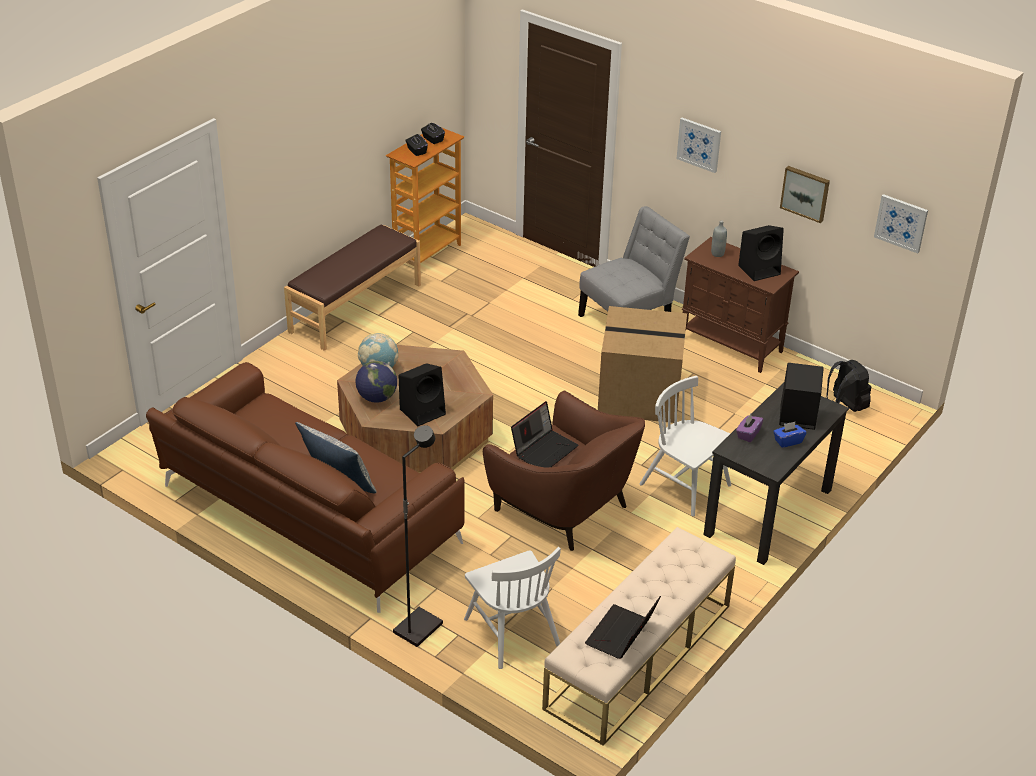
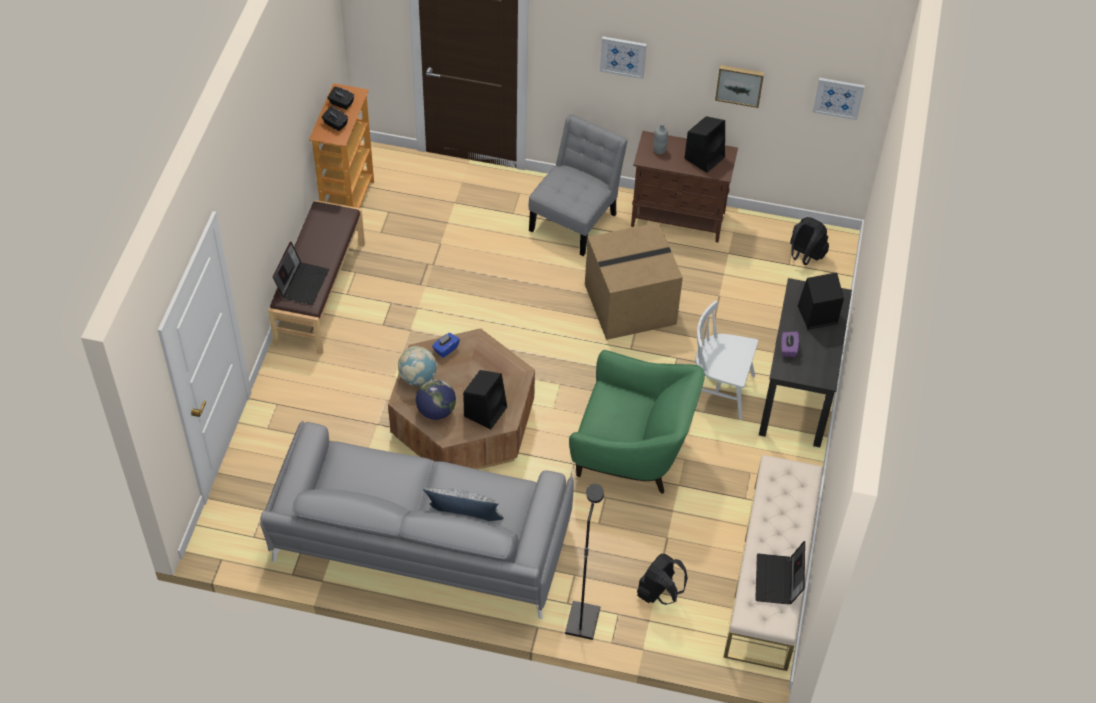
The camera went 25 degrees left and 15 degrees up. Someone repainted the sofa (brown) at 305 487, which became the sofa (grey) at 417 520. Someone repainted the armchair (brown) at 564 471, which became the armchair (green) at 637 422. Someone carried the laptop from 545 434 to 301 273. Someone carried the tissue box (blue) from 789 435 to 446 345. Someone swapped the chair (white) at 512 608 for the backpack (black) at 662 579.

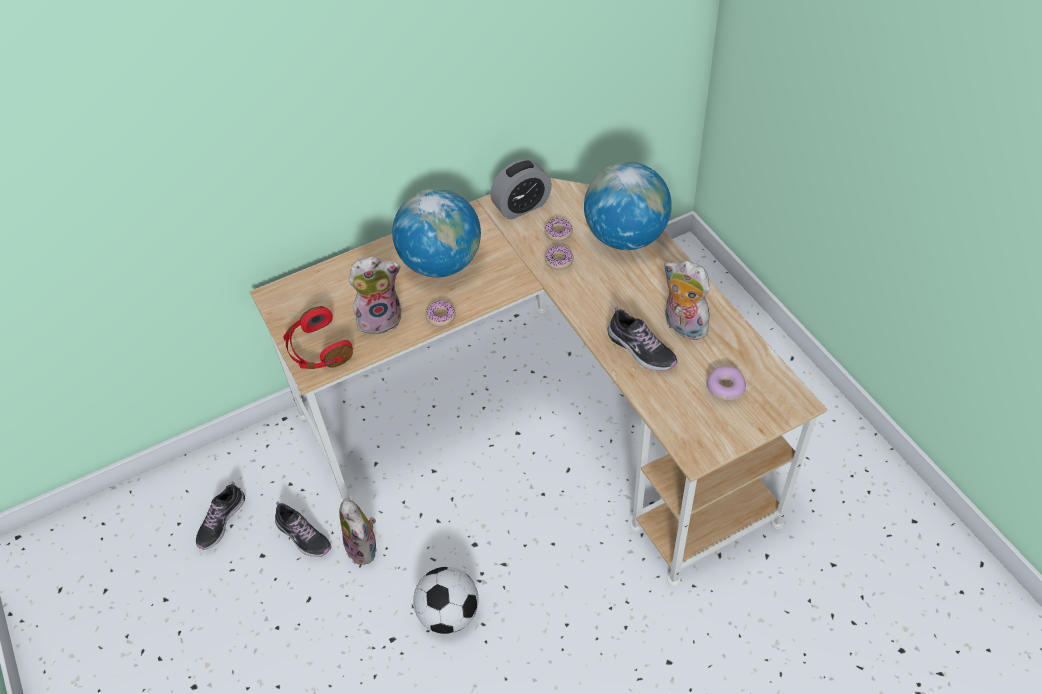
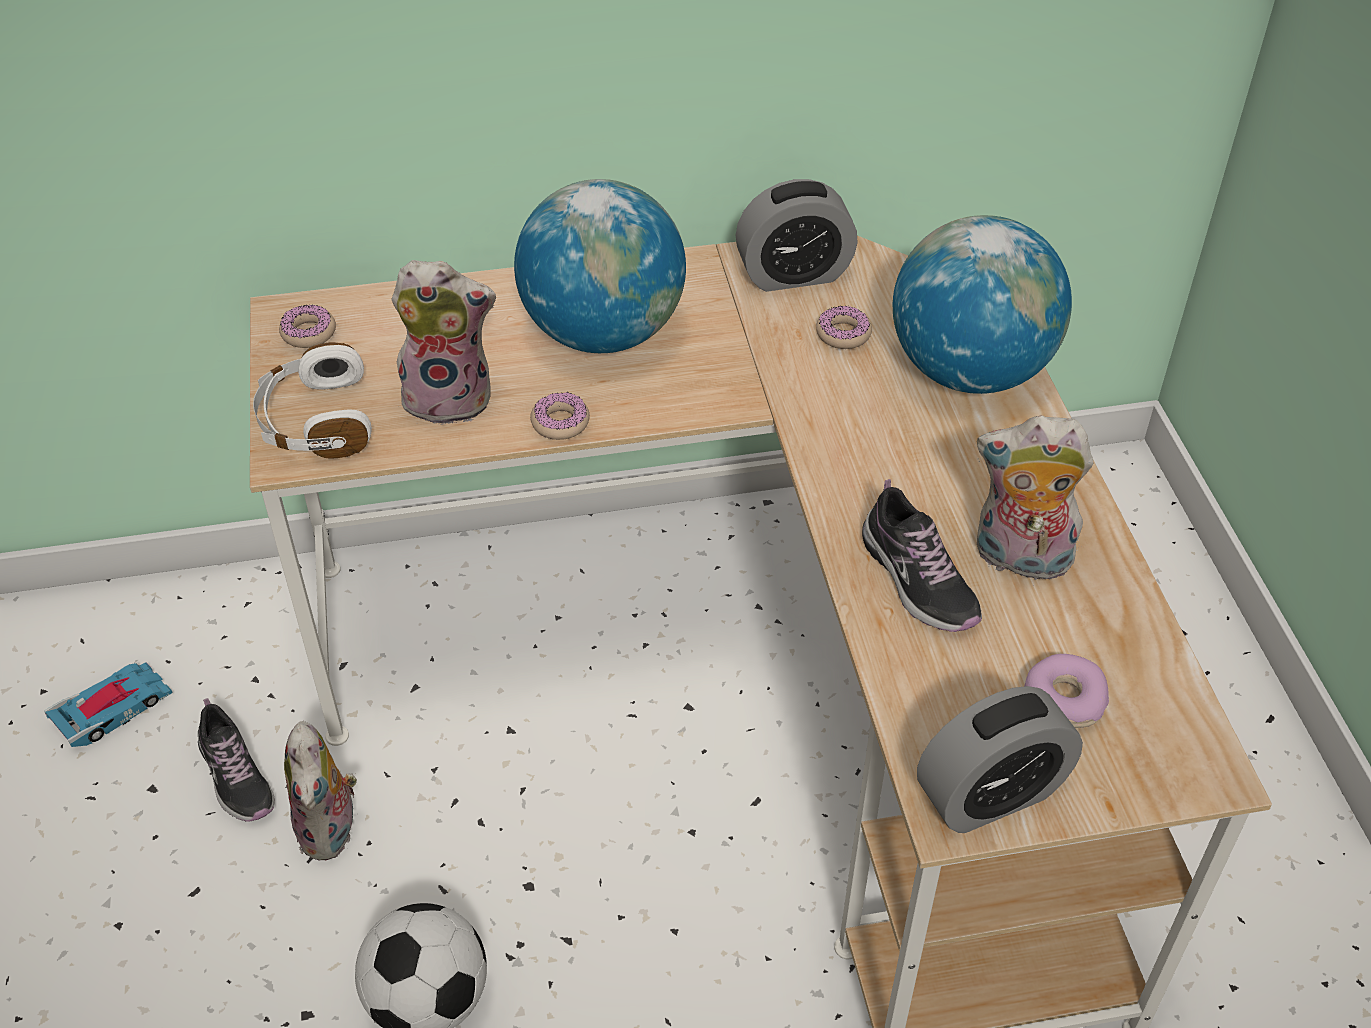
The camera went 15 degrees right and 5 degrees down. Someone carried the donut from 559 258 to 307 326. Someone rotated the plush toy at 687 300 by 45 degrees counterclockwise. Someone repainted the headphones (red) at 318 337, which became the headphones (white) at 312 400. Someone swapped the shoe at 220 516 for the toy car at 108 705. Someone put down the alarm clock at 1000 759.

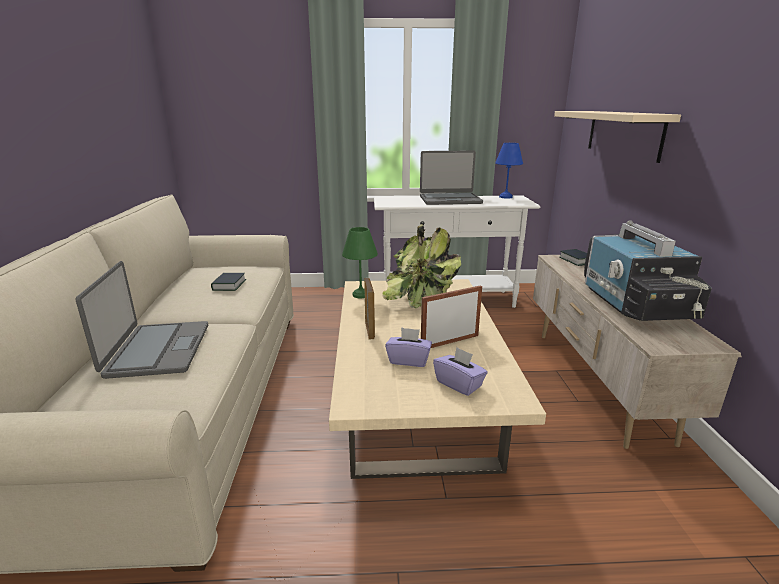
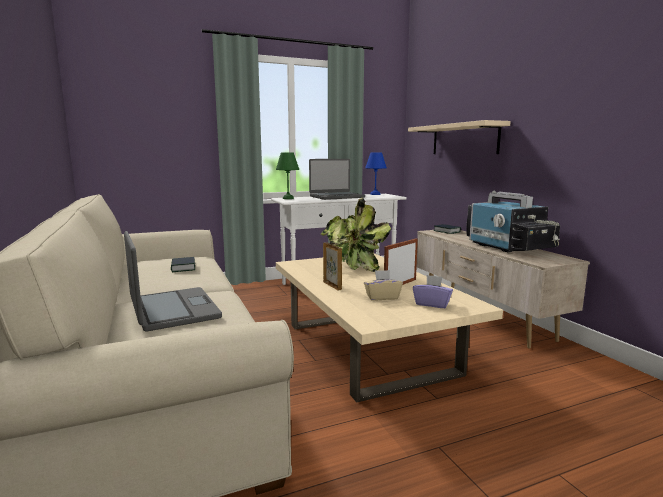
The camera went 20 degrees left and 10 degrees down. Someone carried the table lamp (green) from 360 262 to 287 175. Someone repainted the tissue box (purple) at 408 347, which became the tissue box (beige) at 383 285.

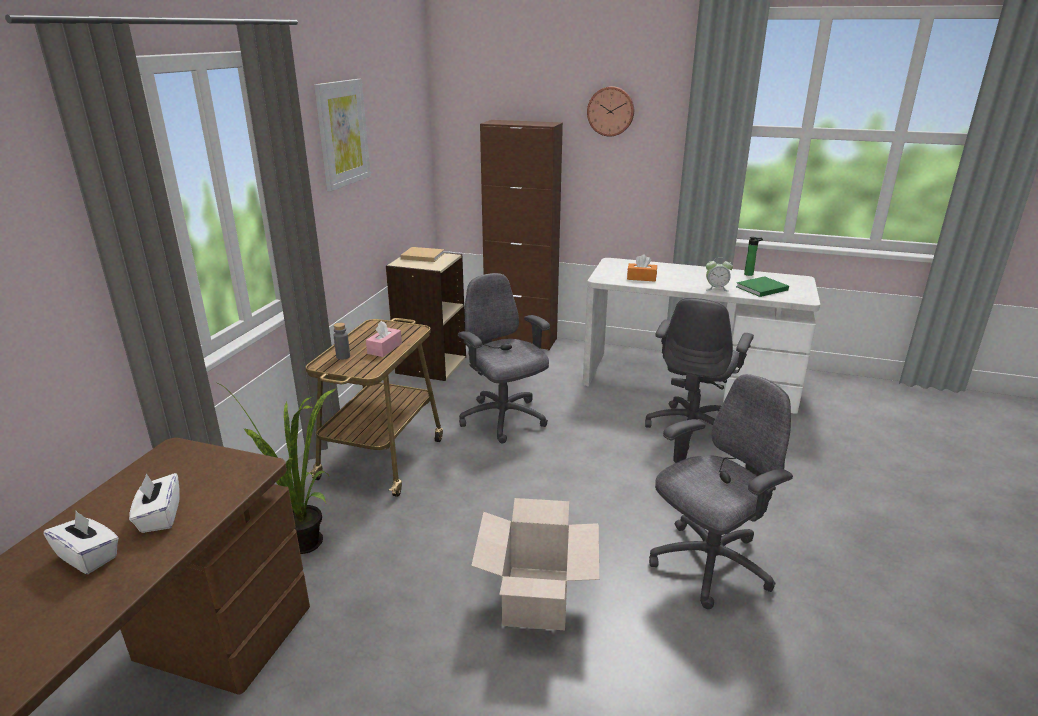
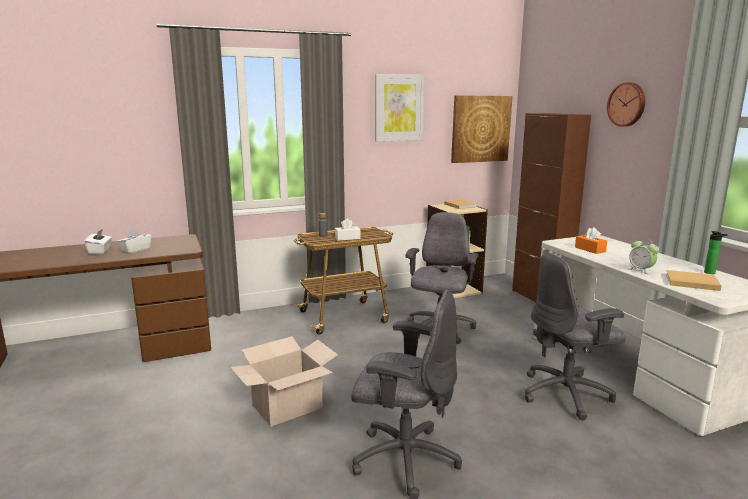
The camera went 50 degrees right and 10 degrees down. Someone repainted the book (green) at 762 286, which became the book (beige) at 693 280. Someone repainted the tissue box (pink) at 384 339, which became the tissue box (white) at 347 230. Someone took away the potted plant at 277 468. Someone put up the picture at 482 129.

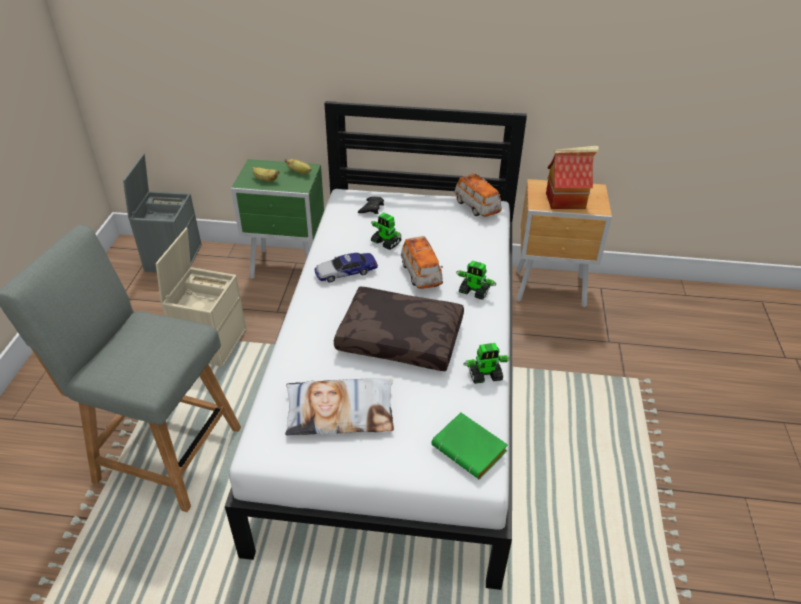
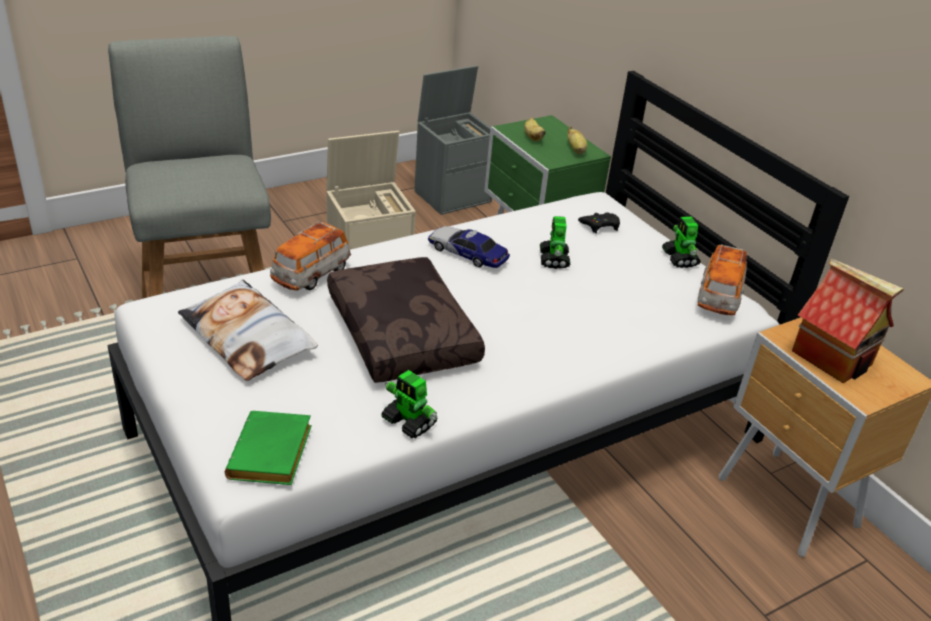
The camera went 50 degrees right and 5 degrees down. Someone carried the toy car from 422 262 to 310 256. Someone carried the toy robot from 476 280 to 681 242.

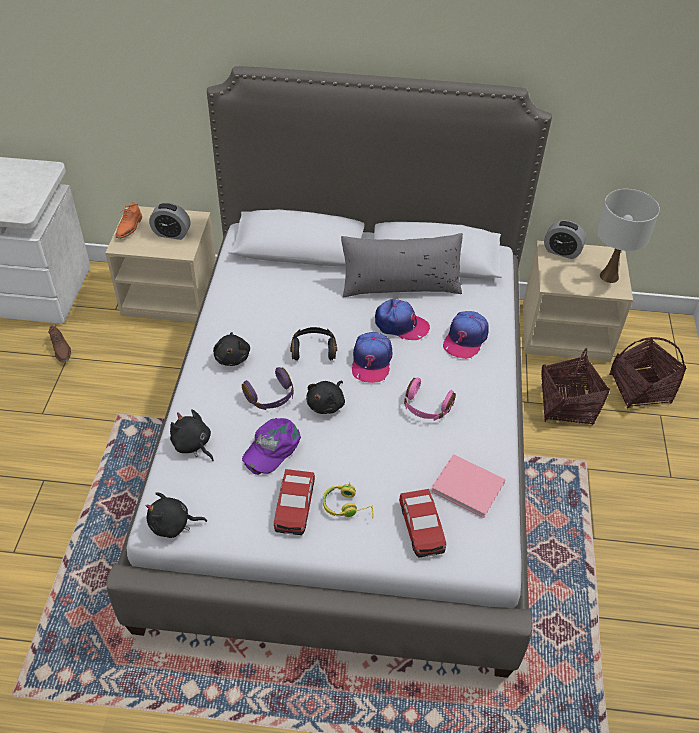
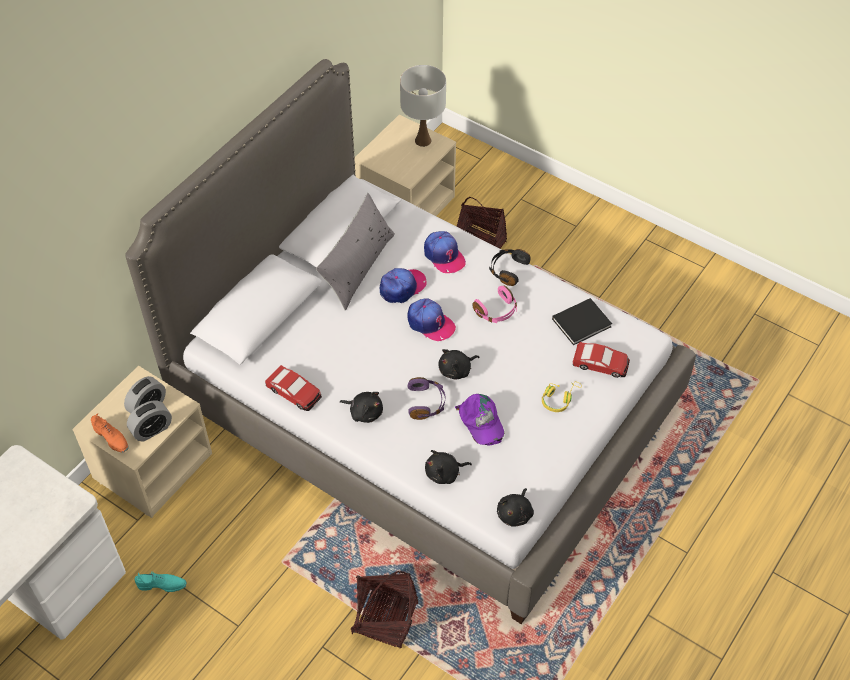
The camera went 60 degrees left and 5 degrees up. Someone carried the alarm clock from 565 239 to 149 421. Someone repainted the shoe (brown) at 59 344, which became the shoe (turquoise) at 160 582. Someone carried the headphones (black) from 313 344 to 509 267. Someone carried the basket from 647 372 to 384 609. Someone rotated the plush toy (black) at 325 397 by 90 degrees clockwise. Someone repainted the book (pink) at 468 486, which became the book (black) at 582 321. Someone carried the toy car from 294 502 to 293 388.

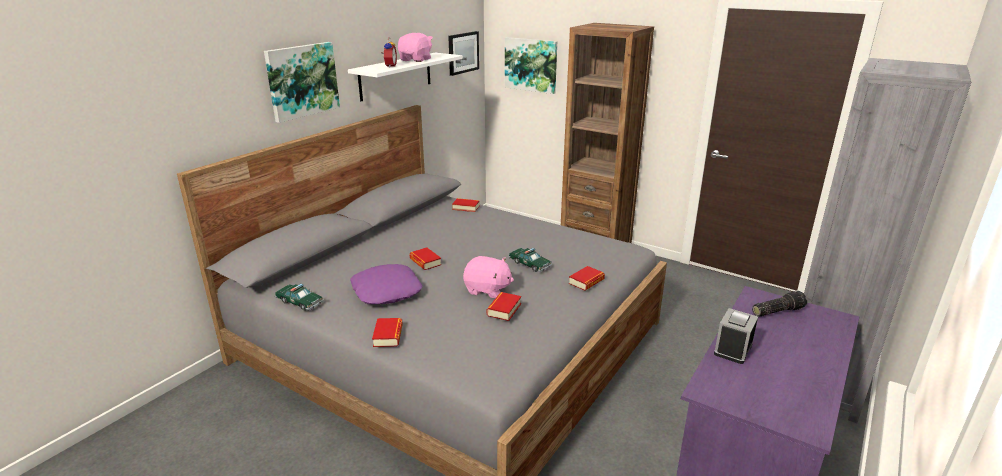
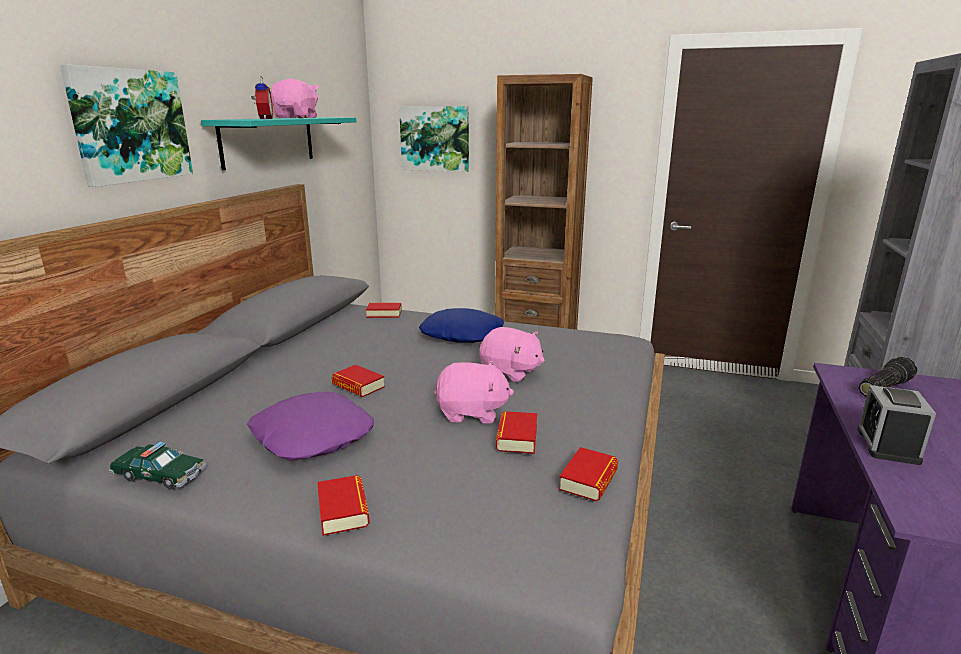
The camera went 15 degrees left and 5 degrees down. Someone took away the picture at 463 53. Someone repainted the shelf (white) at 405 77, which became the shelf (turquoise) at 278 143. Someone swapped the toy car at 530 260 for the plush toy (pink) at 512 354. Someone carried the book from 587 278 to 588 474. Someone put down the pillow (blue) at 461 325.

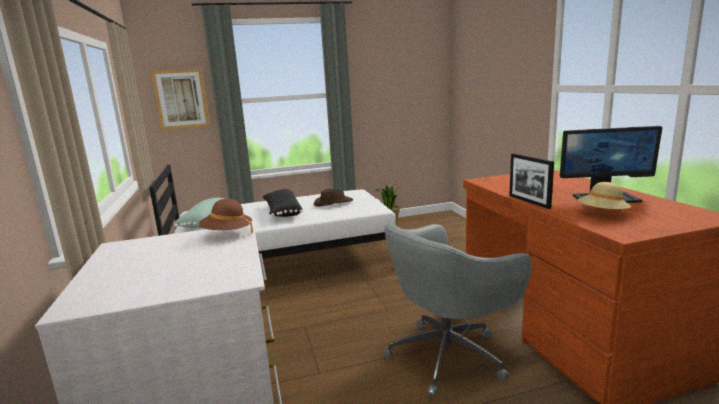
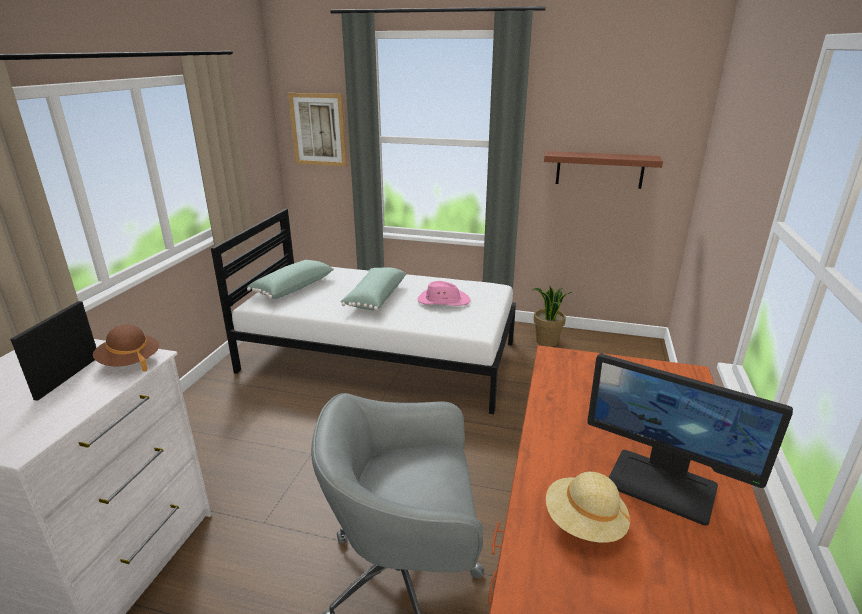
The camera went 30 degrees right and 10 degrees up. Someone carried the picture frame from 531 181 to 53 351. Someone repainted the pillow (black) at 283 203, which became the pillow (green) at 373 288. Someone repainted the hat (brown) at 333 197, which became the hat (pink) at 444 293. Someone put up the shelf (brown) at 603 170.

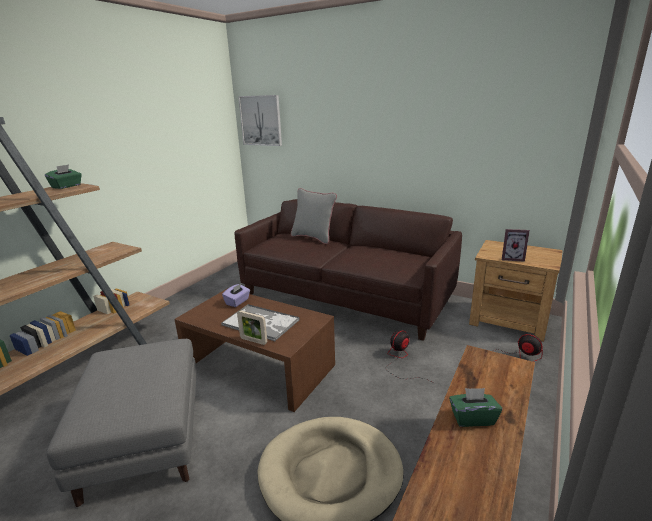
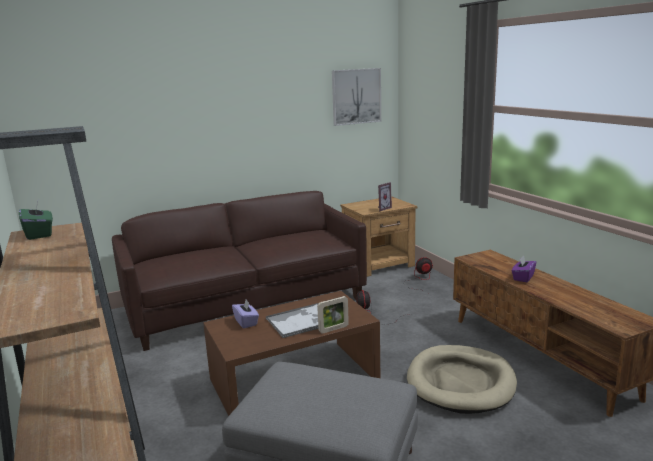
The camera went 55 degrees left and 5 degrees down. Someone carried the picture from 260 120 to 356 97. Someone took away the pillow (grey) at 314 216. Someone repainted the tissue box (green) at 475 407, which became the tissue box (purple) at 524 268.

